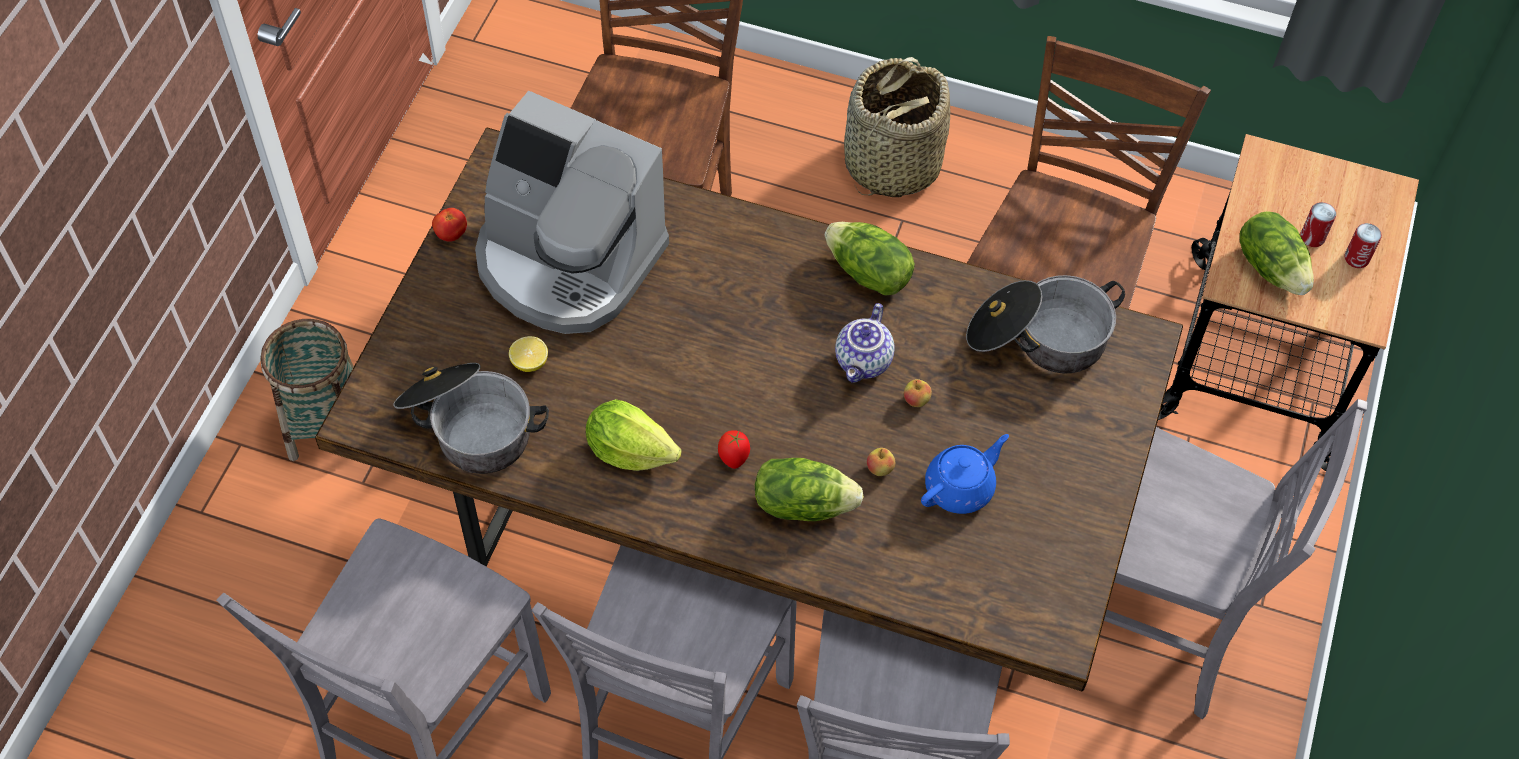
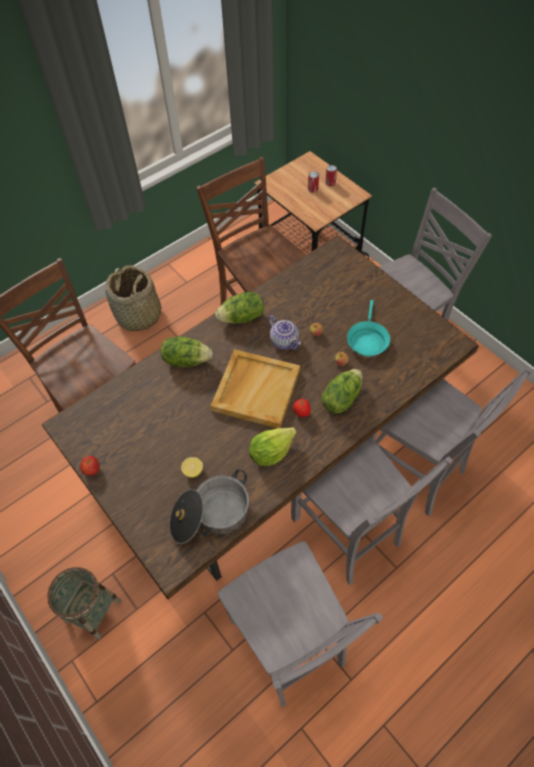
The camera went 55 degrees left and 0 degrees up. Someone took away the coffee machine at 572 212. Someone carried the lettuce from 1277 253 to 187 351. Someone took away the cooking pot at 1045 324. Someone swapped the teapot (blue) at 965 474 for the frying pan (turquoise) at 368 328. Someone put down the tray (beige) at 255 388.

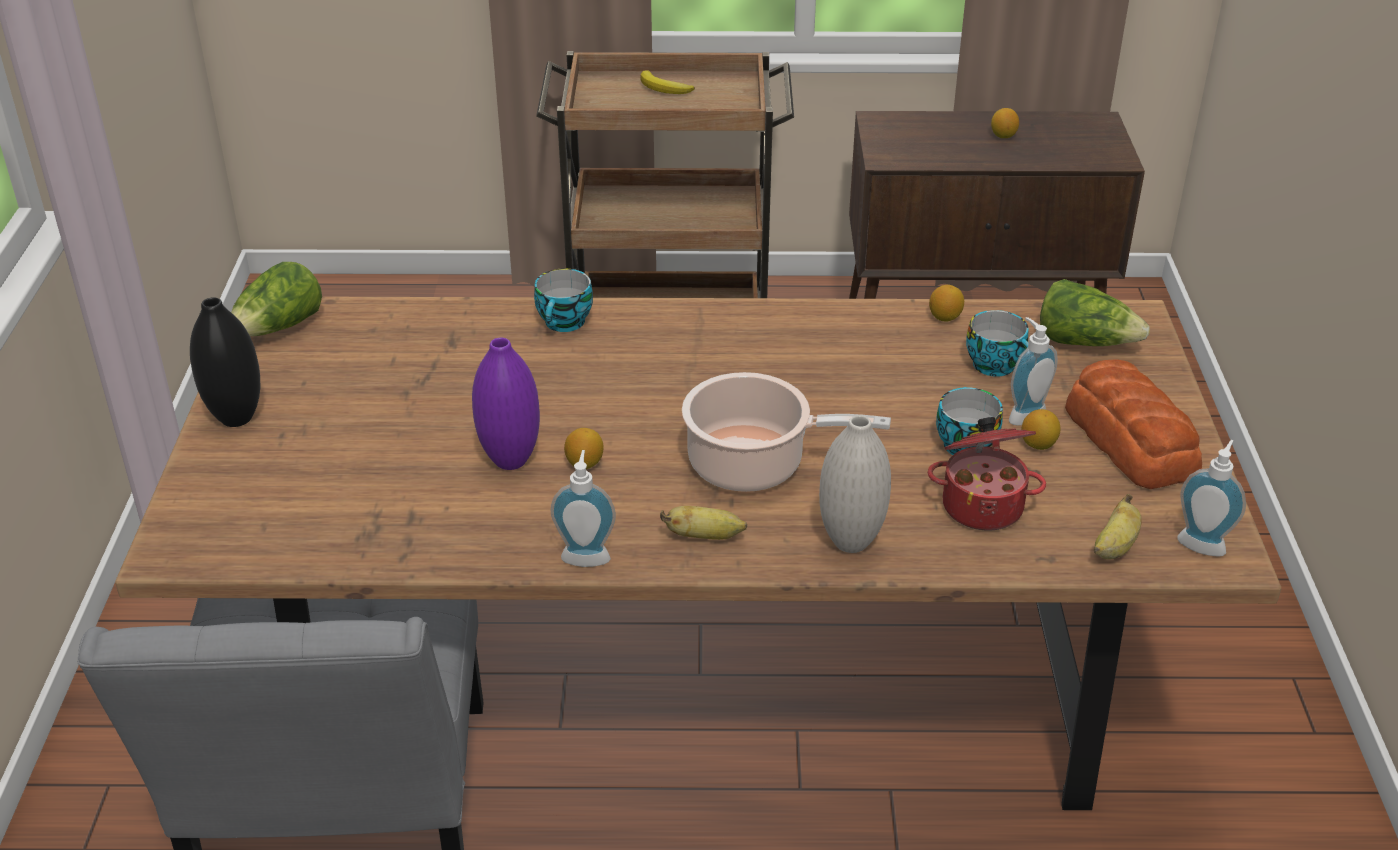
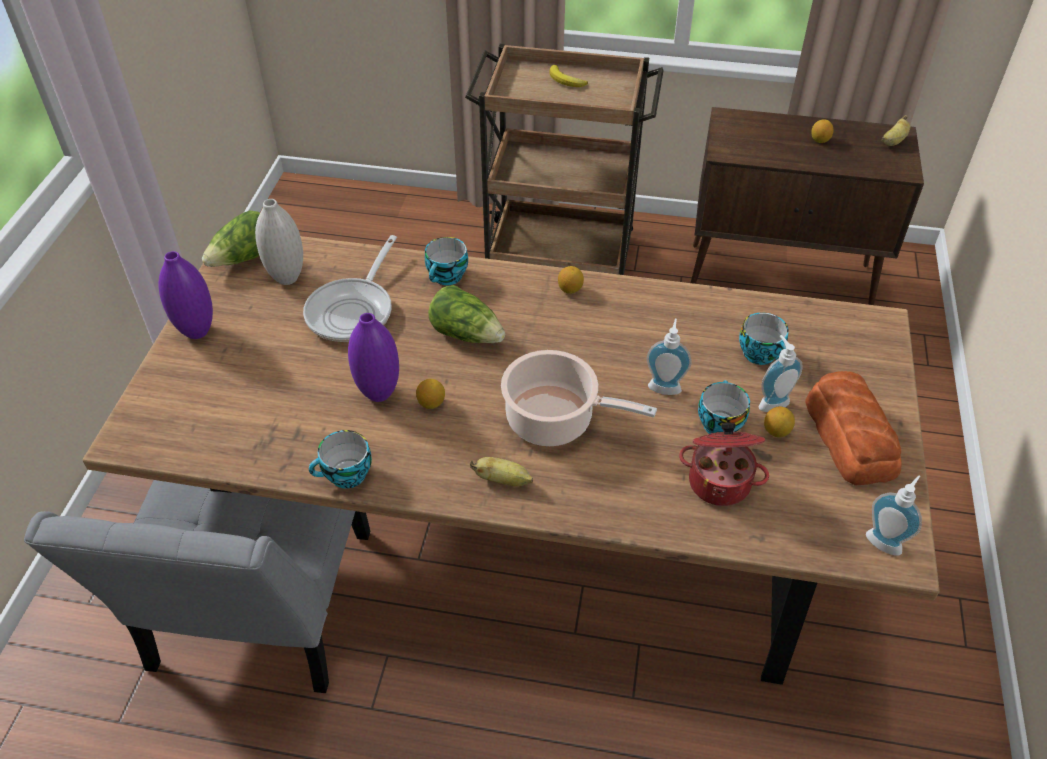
The camera went 10 degrees right and 10 degrees up. Someone carried the lettuce from 1095 312 to 466 314. Someone carried the lemon from 946 303 to 571 280. Someone repainted the vase (black) at 225 362, which became the vase (purple) at 186 295. Someone carried the vase (white) from 855 484 to 279 242. Someone carried the soap dispenser from 583 508 to 669 357. Someone carried the banana from 1118 527 to 896 130. Someone put down the frying pan at 350 288. Someone put down the cup at 340 459.

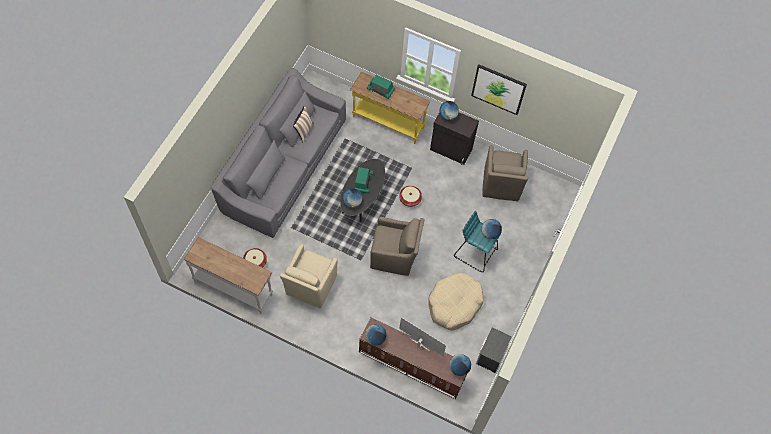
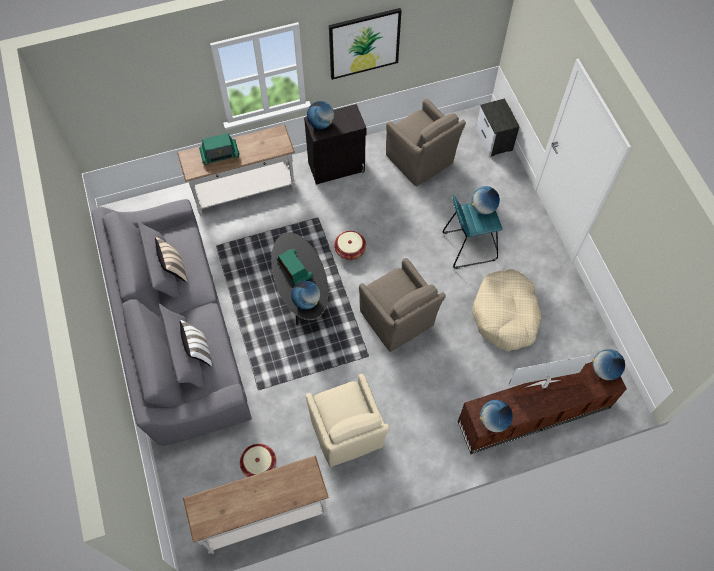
The camera went 40 degrees left and 0 degrees up. Someone repainted the console table (yellow) at 390 108, which became the console table (white) at 236 171. Someone rotated the armchair (brown) at 397 246 by 90 degrees clockwise. Someone carried the nightstand from 494 350 to 498 127. Someone put down the pillow (white) at 196 343.

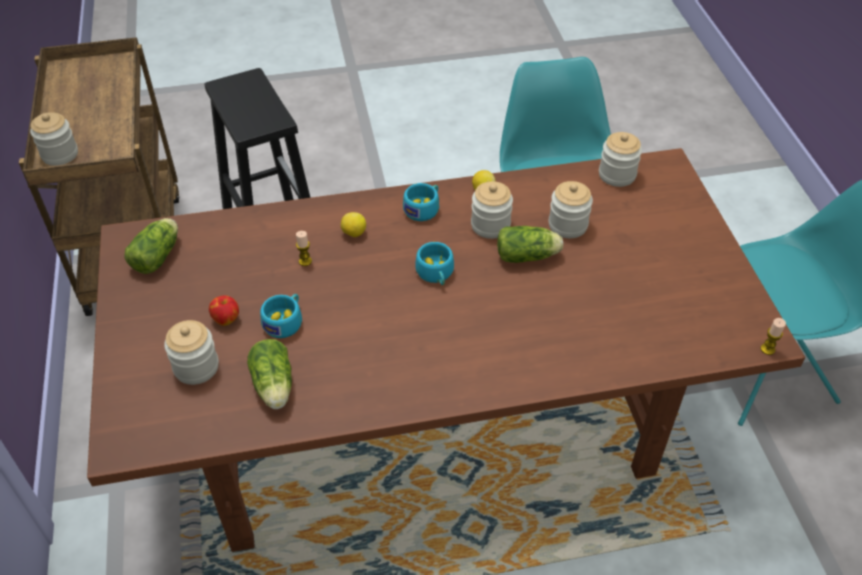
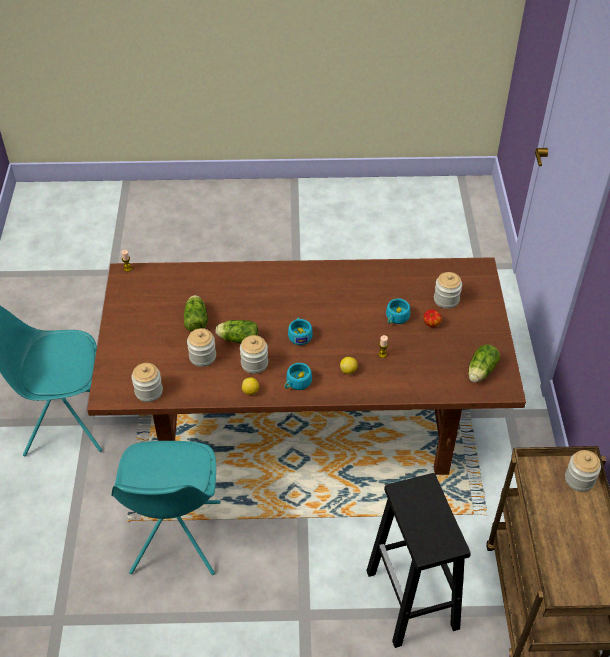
The camera went 170 degrees left and 0 degrees up. Someone carried the lettuce from 269 374 to 196 313.

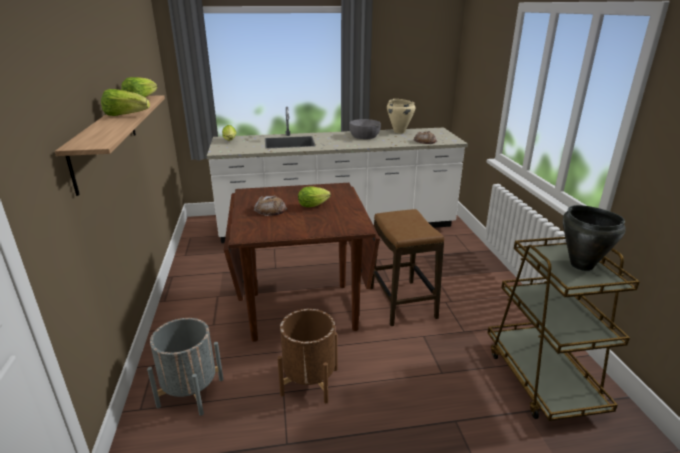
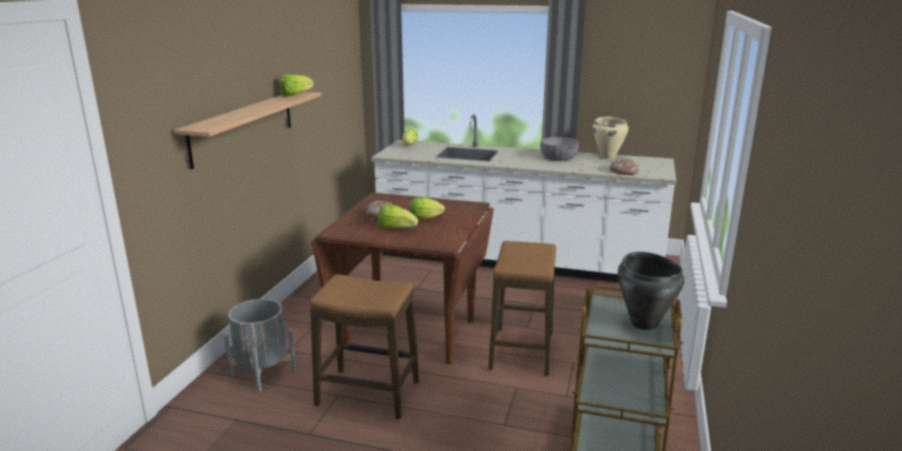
The camera went 25 degrees right and 5 degrees down. Someone carried the lettuce from 125 102 to 398 216. Someone swapped the planter (brown) at 307 356 for the stool at 364 346.

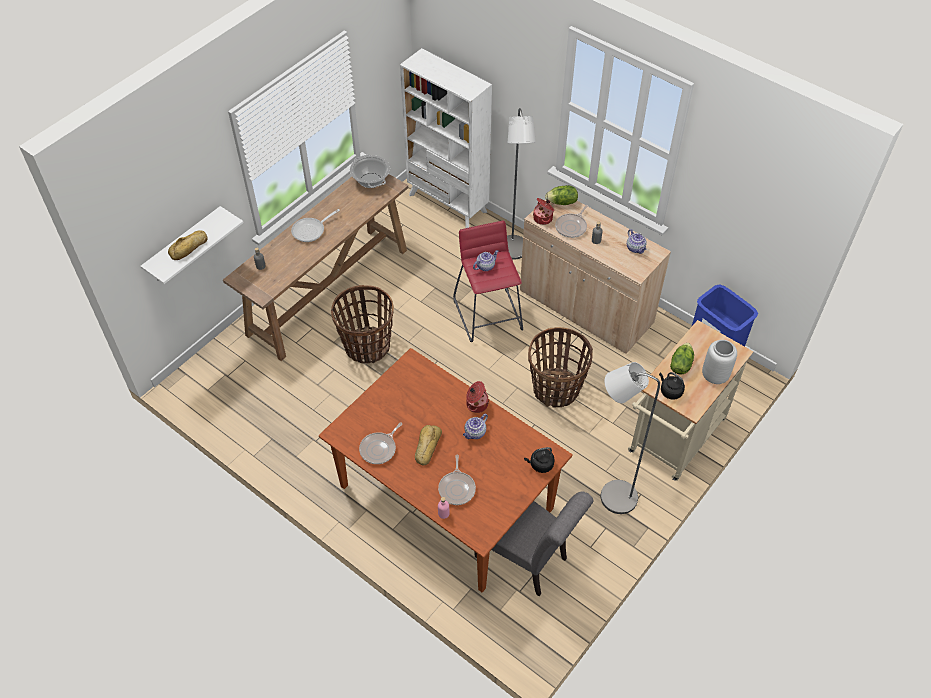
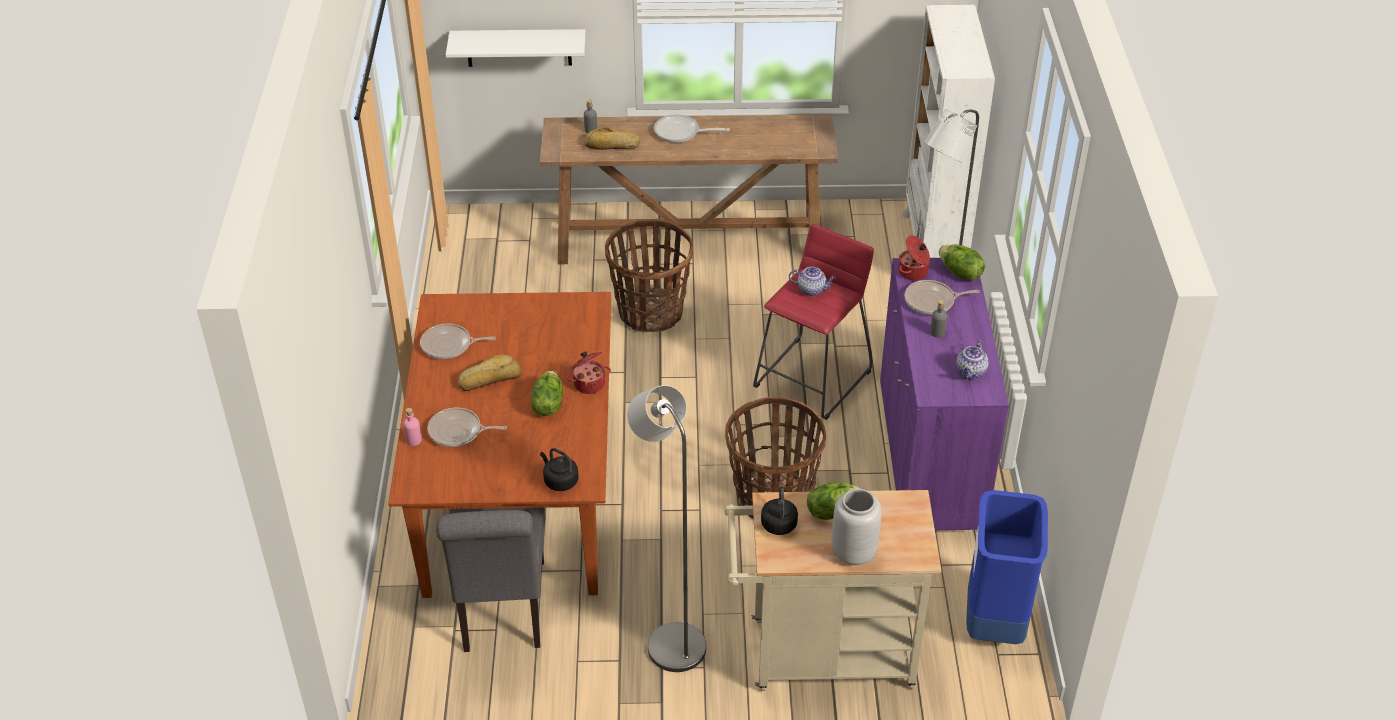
The camera went 50 degrees right and 10 degrees down. Someone took away the cooking pot at 370 171. Someone repainted the cabinet (beige) at 595 276, which became the cabinet (purple) at 944 394. Someone carried the bread from 188 245 to 612 138. Someone swapped the teapot at 475 426 for the lettuce at 547 393. Someone rotated the frying pan at 457 480 by 45 degrees clockwise.

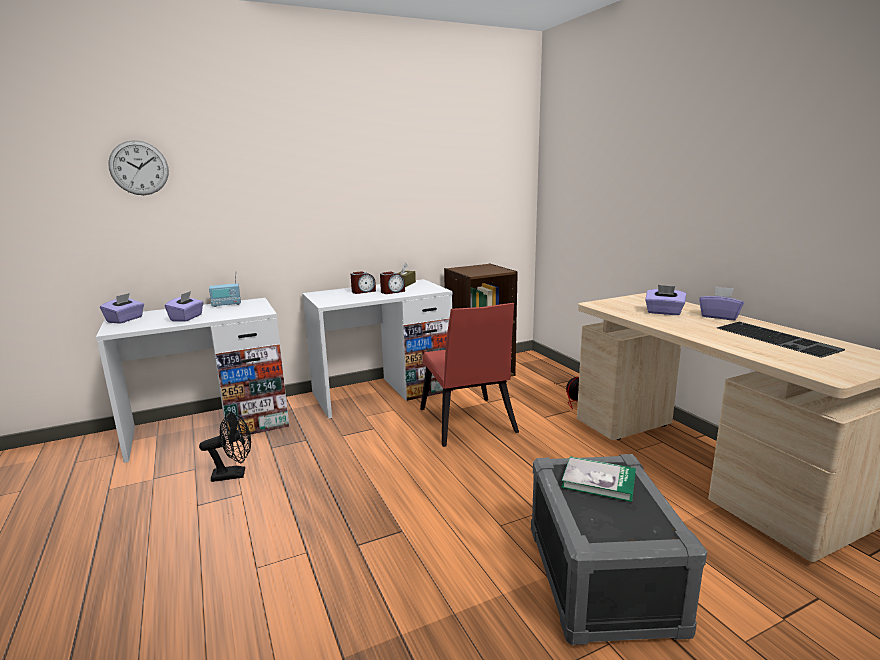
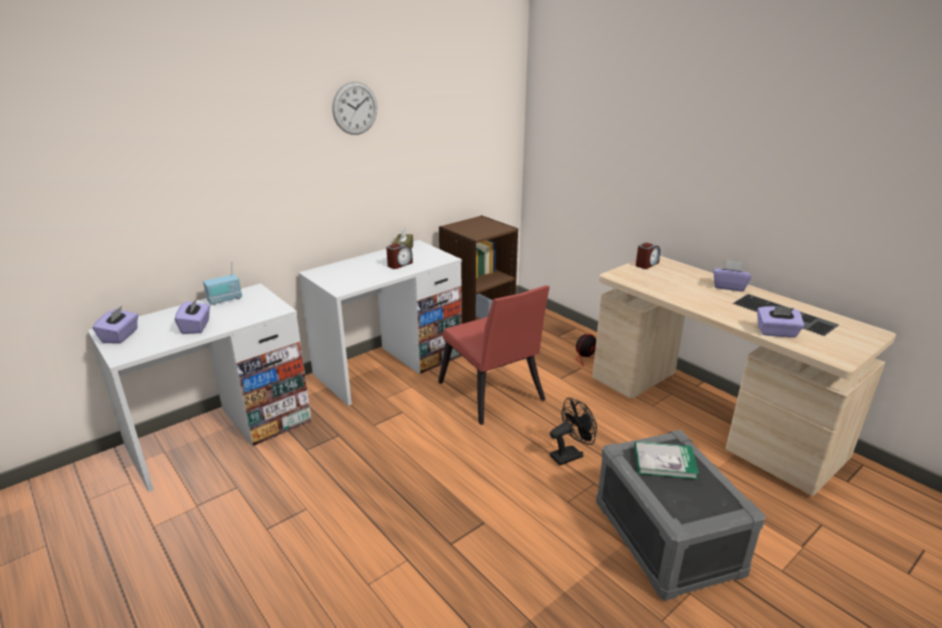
The camera went 15 degrees left and 10 degrees up. Someone carried the wall clock from 138 167 to 354 108. Someone carried the alarm clock from 363 282 to 648 256. Someone carried the tissue box (purple) from 665 300 to 781 322. Someone carried the fan (black) from 225 446 to 573 431.

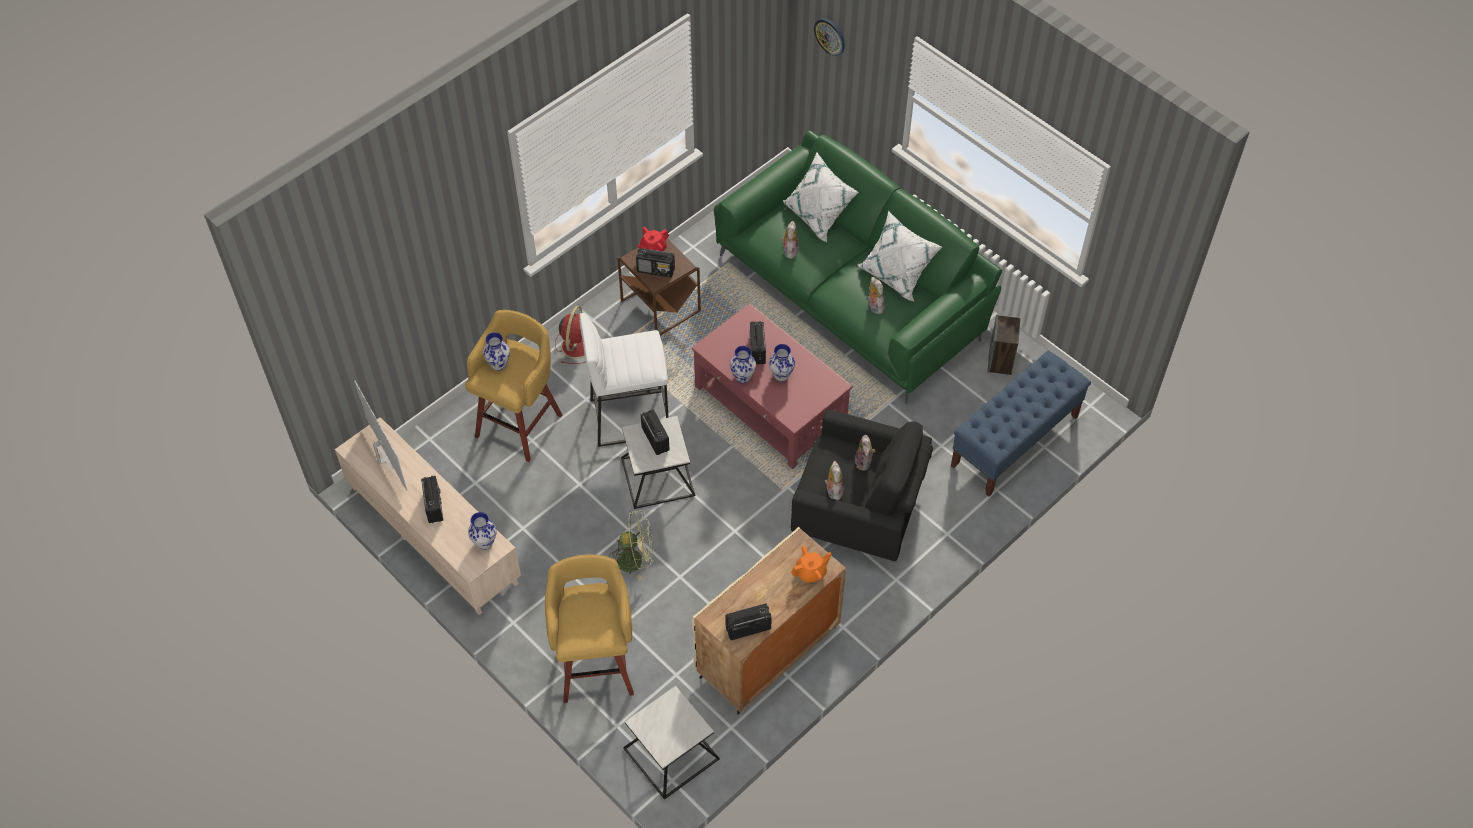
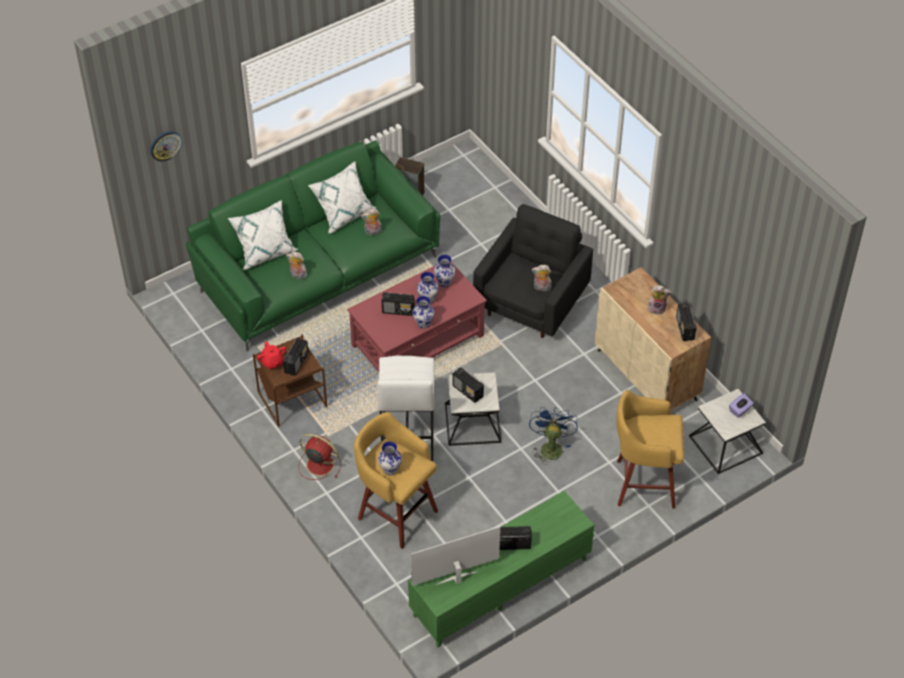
The camera went 80 degrees left and 5 degrees down. Someone took away the bench (blue) at 1021 423. Someone rotated the radio at 655 432 by 120 degrees counterclockwise. Someone repainted the tv stand (beige) at 428 516, which became the tv stand (green) at 501 569. Someone carried the plush toy from 865 453 to 660 300. Someone repainted the fan (green) at 632 545, which became the fan (blue) at 553 436. Someone carried the vase from 482 531 to 444 271. Someone took away the teapot (orange) at 811 564. Someone put down the tissue box (purple) at 741 405.

